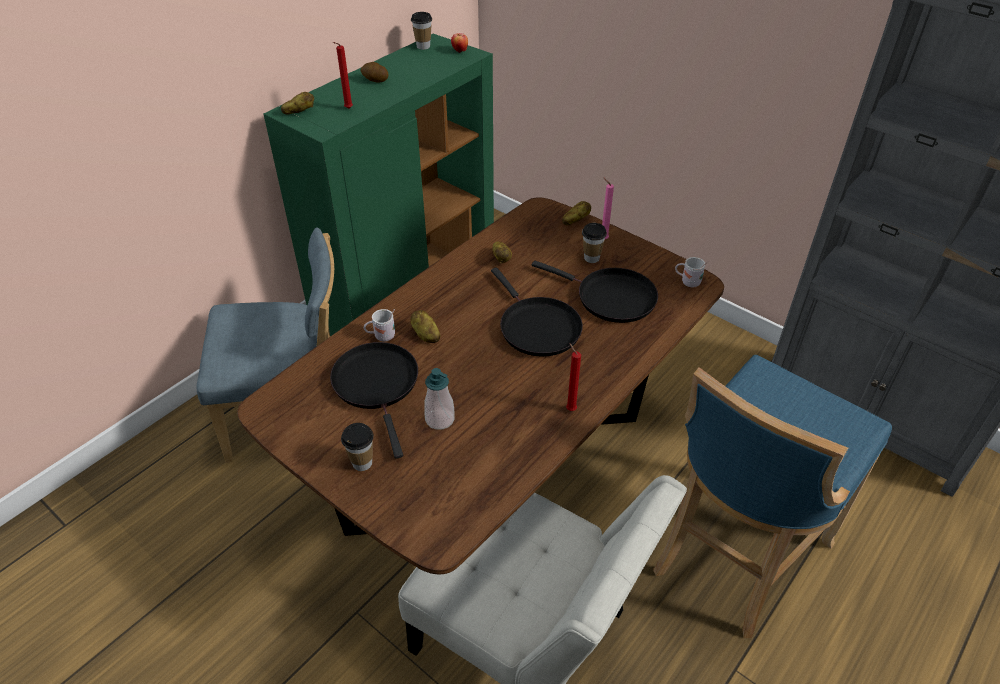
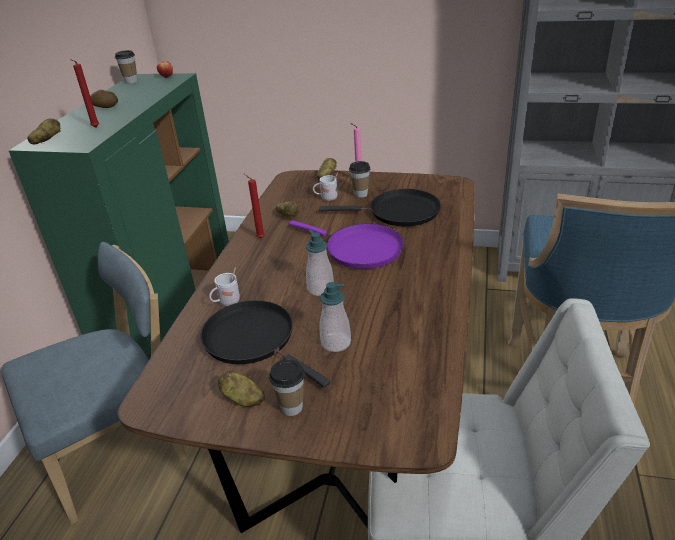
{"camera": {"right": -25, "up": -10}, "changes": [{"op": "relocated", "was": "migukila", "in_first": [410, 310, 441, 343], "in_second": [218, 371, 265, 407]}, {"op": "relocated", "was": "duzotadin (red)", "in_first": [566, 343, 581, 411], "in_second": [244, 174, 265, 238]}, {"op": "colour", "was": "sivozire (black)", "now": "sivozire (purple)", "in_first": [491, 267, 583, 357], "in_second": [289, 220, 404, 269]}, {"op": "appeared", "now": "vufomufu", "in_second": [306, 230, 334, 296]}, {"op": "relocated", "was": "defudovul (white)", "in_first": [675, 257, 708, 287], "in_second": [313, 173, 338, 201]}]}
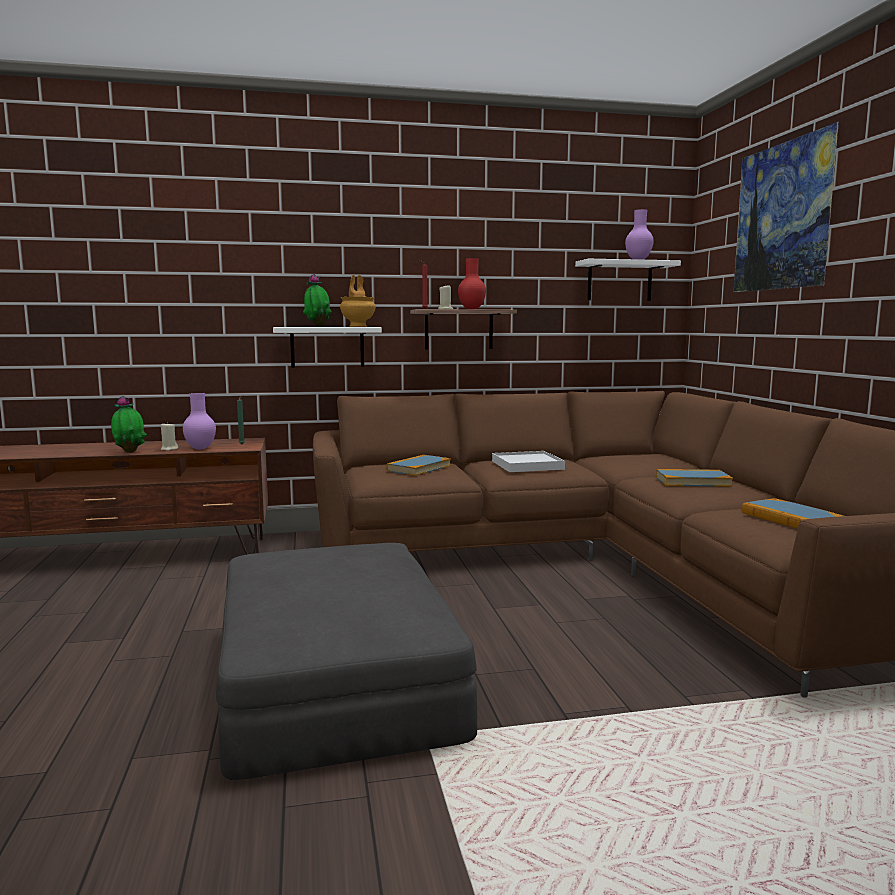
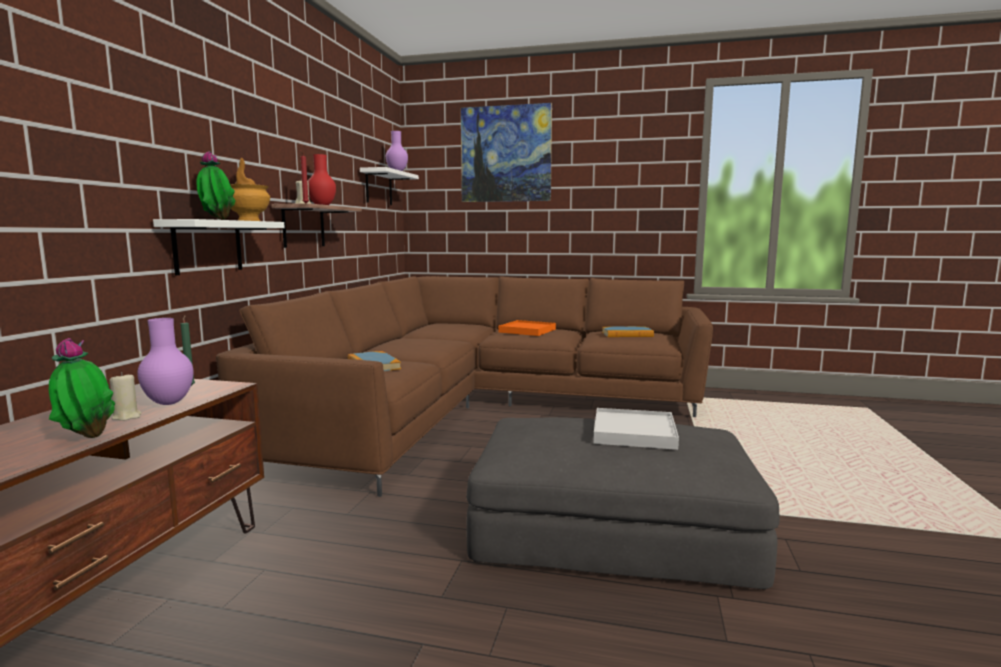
{"camera": {"right": -65, "up": 0}, "changes": [{"op": "exchanged", "was": "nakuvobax", "now": "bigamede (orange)", "in_first": [656, 469, 733, 486], "in_second": [498, 320, 556, 336]}, {"op": "relocated", "was": "bigamede (white)", "in_first": [492, 451, 565, 472], "in_second": [593, 408, 679, 450]}]}
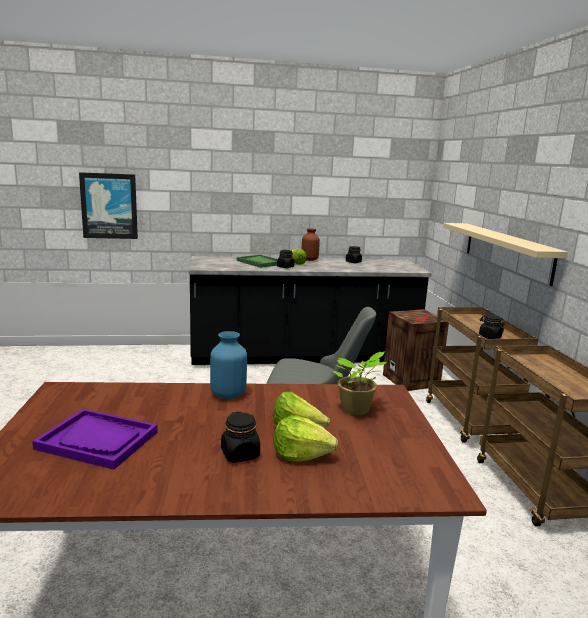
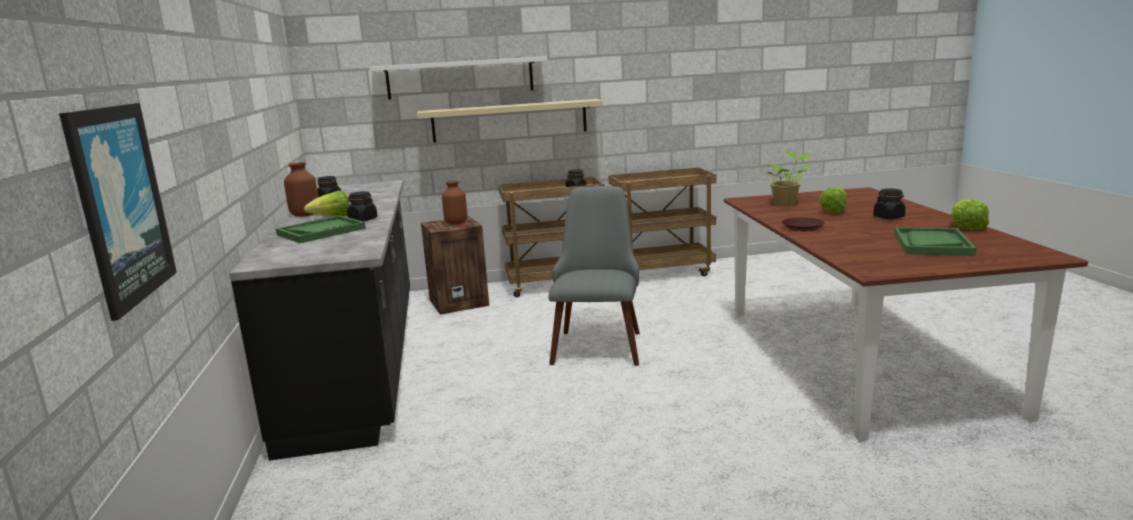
{"camera": {"right": -90, "up": 0}, "changes": [{"op": "appeared", "now": "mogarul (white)", "in_second": [369, 56, 547, 100]}, {"op": "appeared", "now": "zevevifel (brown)", "in_second": [442, 181, 467, 224]}, {"op": "exchanged", "was": "zevevifel (blue)", "now": "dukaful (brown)", "in_first": [210, 331, 247, 399], "in_second": [782, 217, 825, 231]}, {"op": "colour", "was": "bigamede (purple)", "now": "bigamede (green)", "in_first": [32, 409, 157, 470], "in_second": [894, 227, 977, 256]}, {"op": "relocated", "was": "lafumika", "in_first": [273, 415, 338, 462], "in_second": [951, 199, 989, 230]}]}
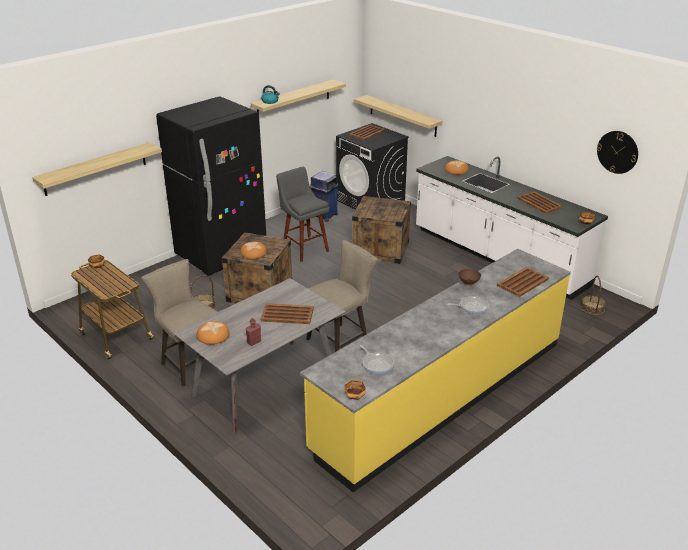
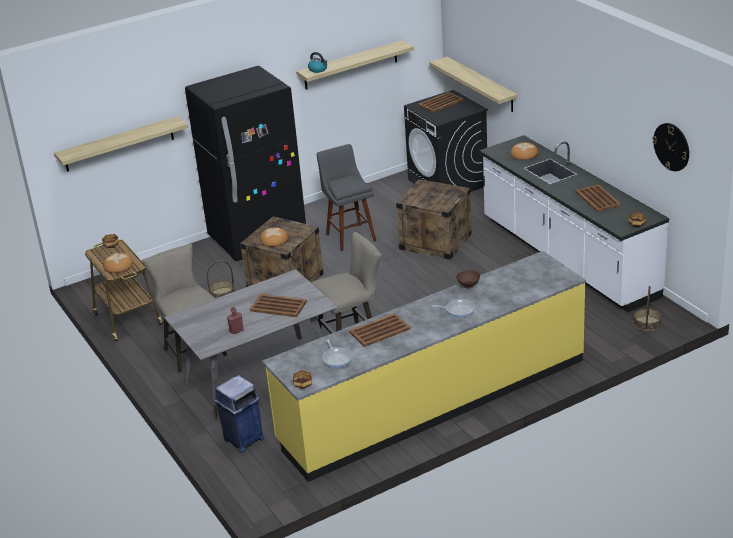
{"camera": {"right": 15, "up": 0}, "changes": [{"op": "relocated", "was": "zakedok", "in_first": [196, 321, 230, 345], "in_second": [103, 253, 133, 273]}, {"op": "relocated", "was": "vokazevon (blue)", "in_first": [310, 171, 339, 222], "in_second": [214, 375, 264, 453]}, {"op": "relocated", "was": "bigamede (brown)", "in_first": [497, 267, 549, 297], "in_second": [349, 313, 411, 347]}]}
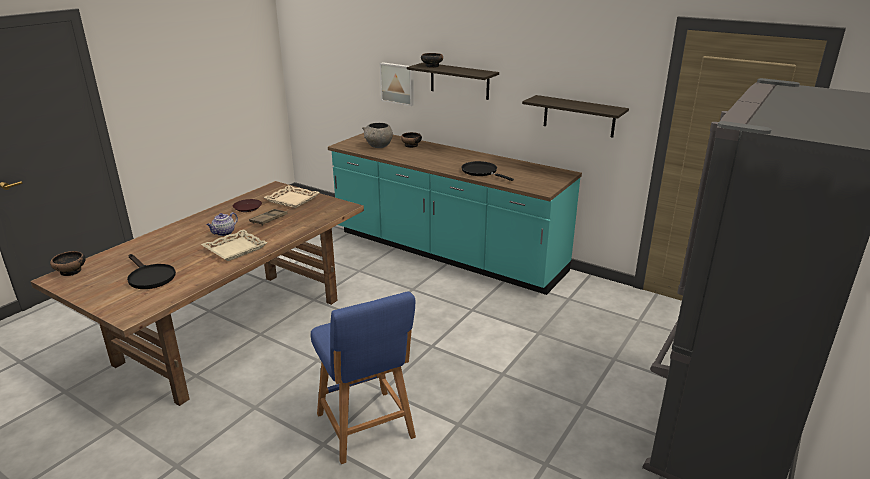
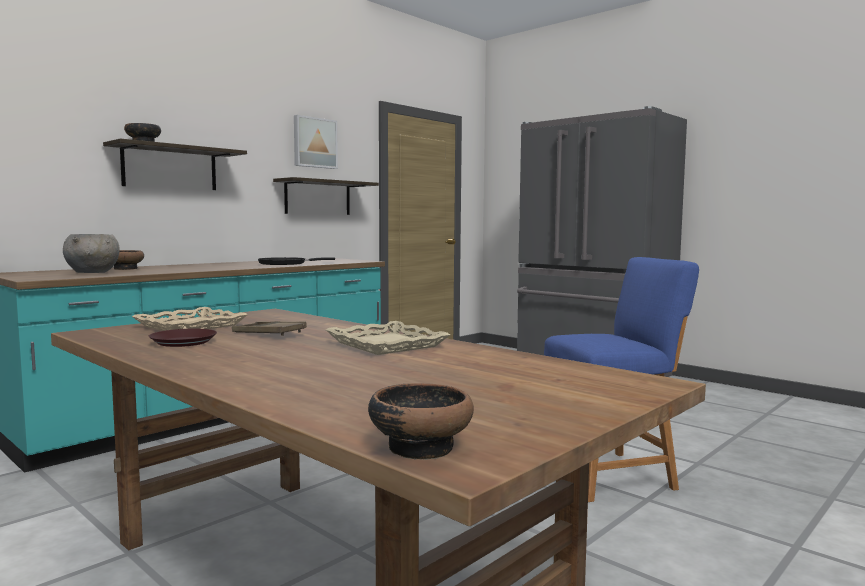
{"camera": {"right": -80, "up": -20}, "changes": [{"op": "relocated", "was": "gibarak", "in_first": [380, 62, 414, 106], "in_second": [294, 115, 338, 169]}, {"op": "missing", "was": "sivozire (black)", "in_first": [127, 254, 176, 289]}, {"op": "missing", "was": "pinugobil", "in_first": [206, 212, 238, 236]}]}
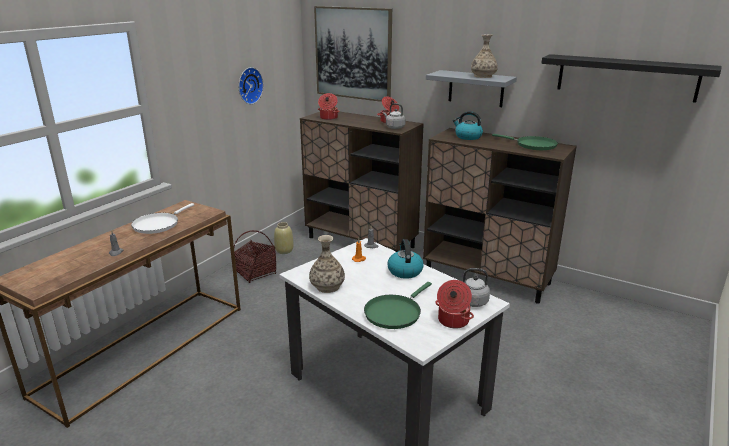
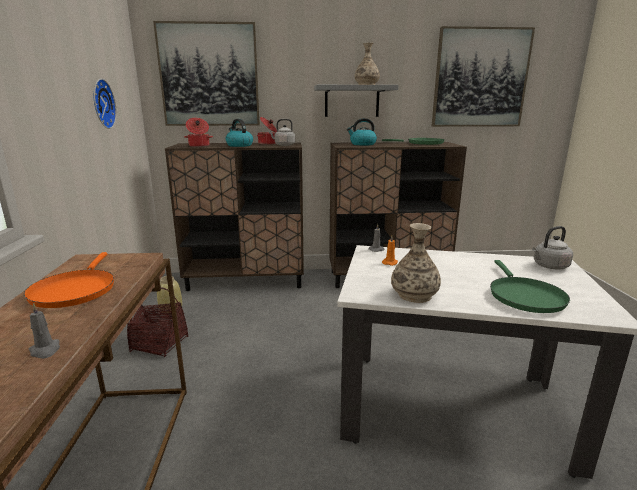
{"camera": {"right": -35, "up": -5}, "changes": [{"op": "colour", "was": "sivozire (white)", "now": "sivozire (orange)", "in_first": [131, 203, 194, 234], "in_second": [24, 252, 114, 308]}, {"op": "relocated", "was": "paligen", "in_first": [388, 239, 424, 279], "in_second": [226, 119, 253, 147]}, {"op": "exchanged", "was": "mogarul (black)", "now": "gibarak", "in_first": [541, 54, 722, 103], "in_second": [432, 26, 535, 127]}, {"op": "missing", "was": "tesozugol", "in_first": [435, 280, 474, 328]}]}
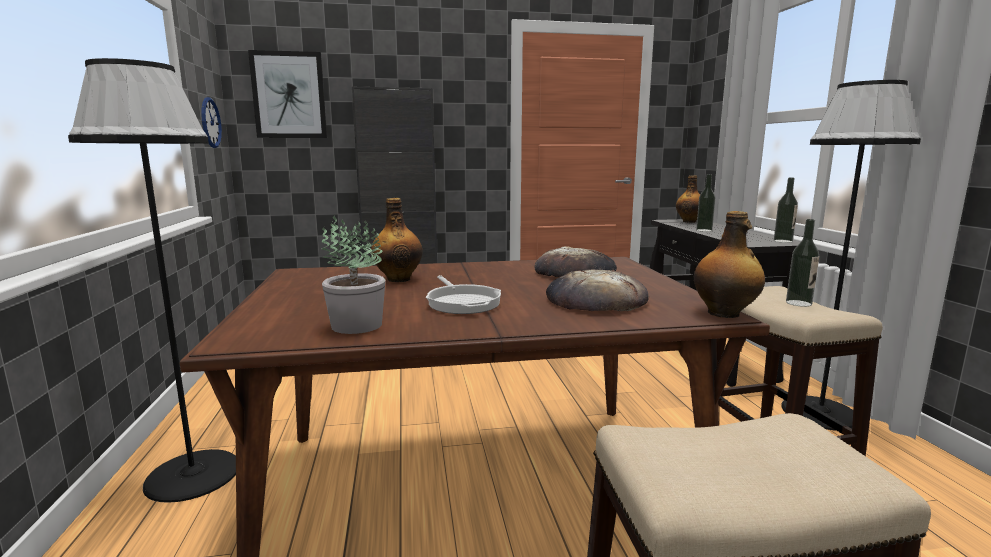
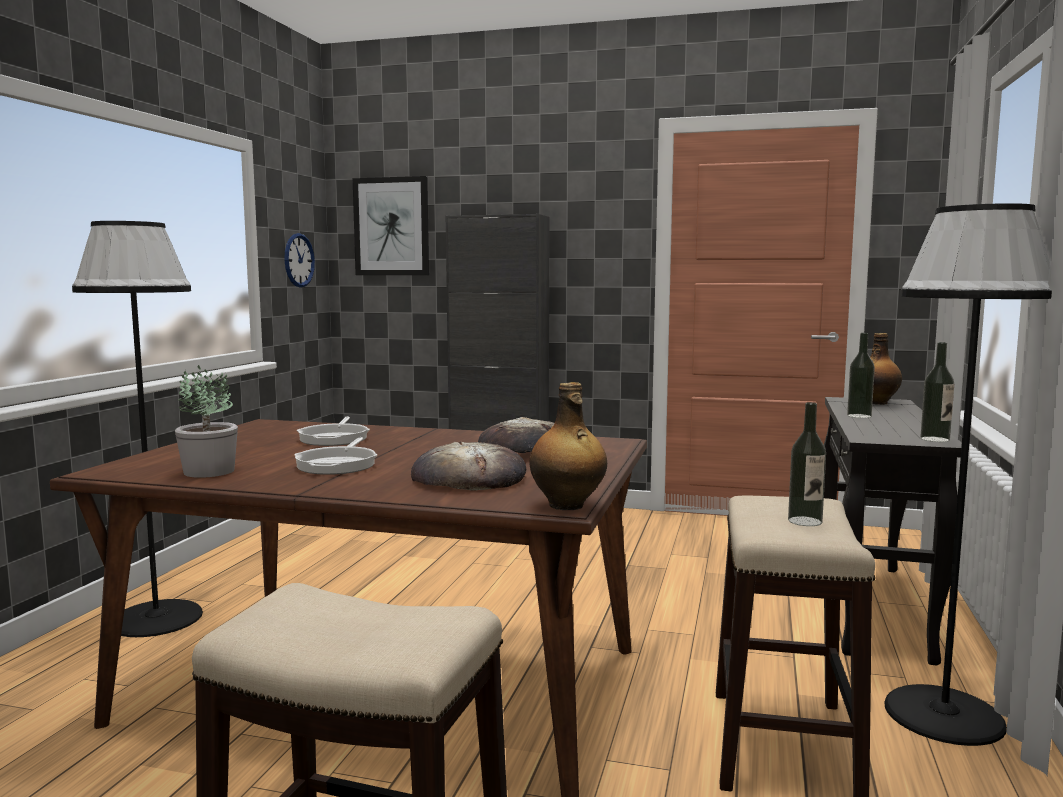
{"camera": {"right": 25, "up": -5}, "changes": [{"op": "exchanged", "was": "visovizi", "now": "sivozire", "in_first": [371, 198, 423, 282], "in_second": [297, 416, 370, 446]}]}
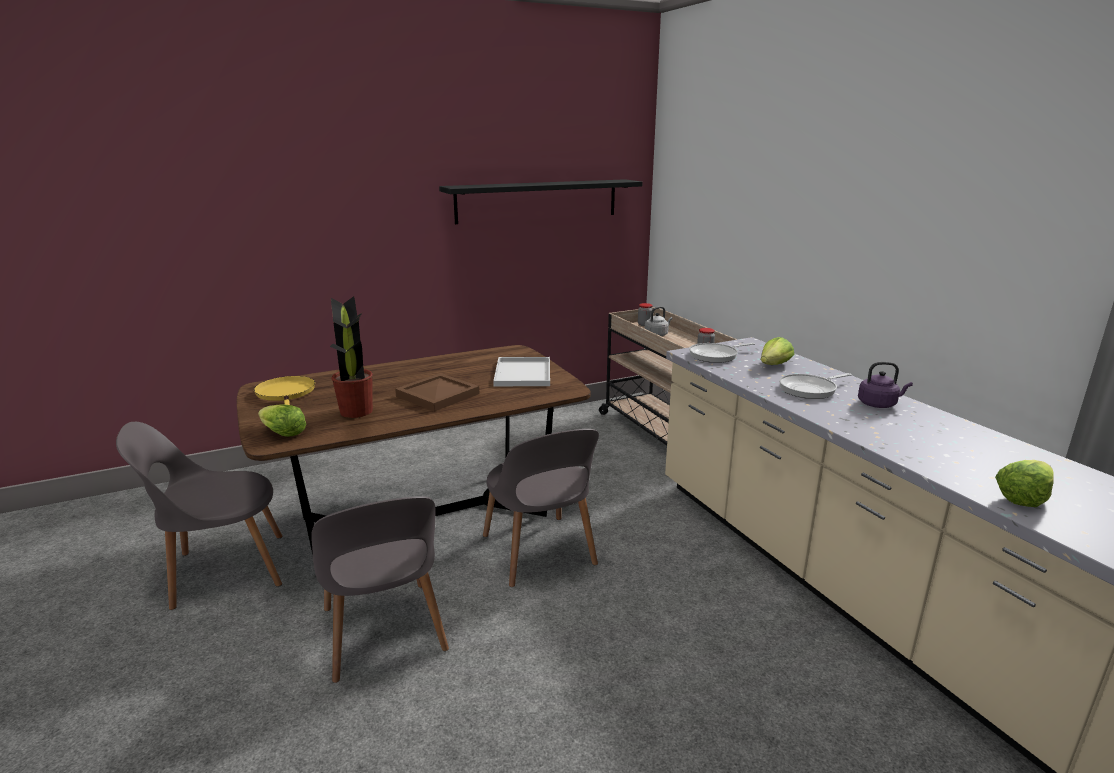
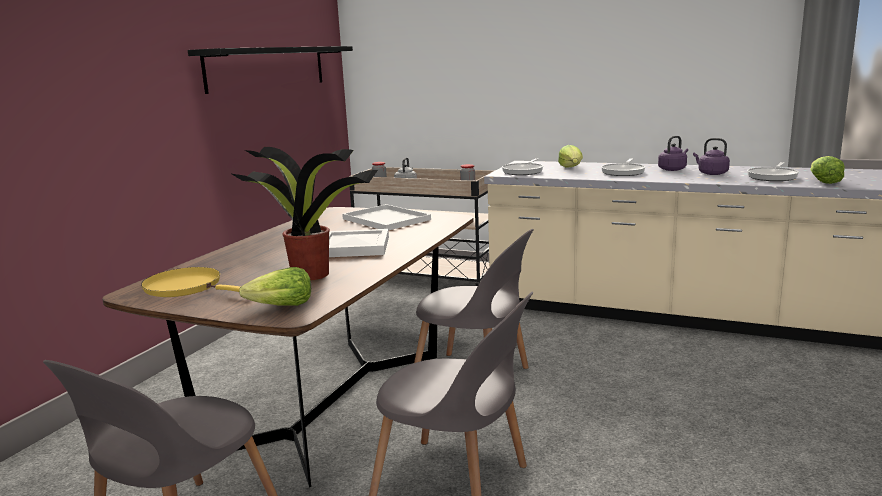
{"camera": {"right": -40, "up": -5}, "changes": [{"op": "colour", "was": "bigamede (brown)", "now": "bigamede (white)", "in_first": [395, 373, 479, 412], "in_second": [329, 229, 389, 257]}, {"op": "appeared", "now": "paligen (purple)", "in_second": [693, 138, 730, 175]}, {"op": "appeared", "now": "sivozire", "in_second": [747, 162, 799, 181]}]}
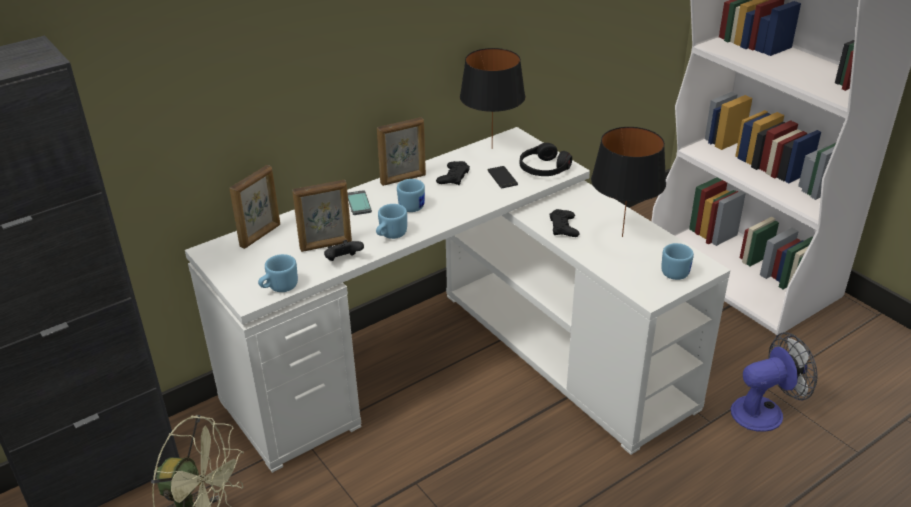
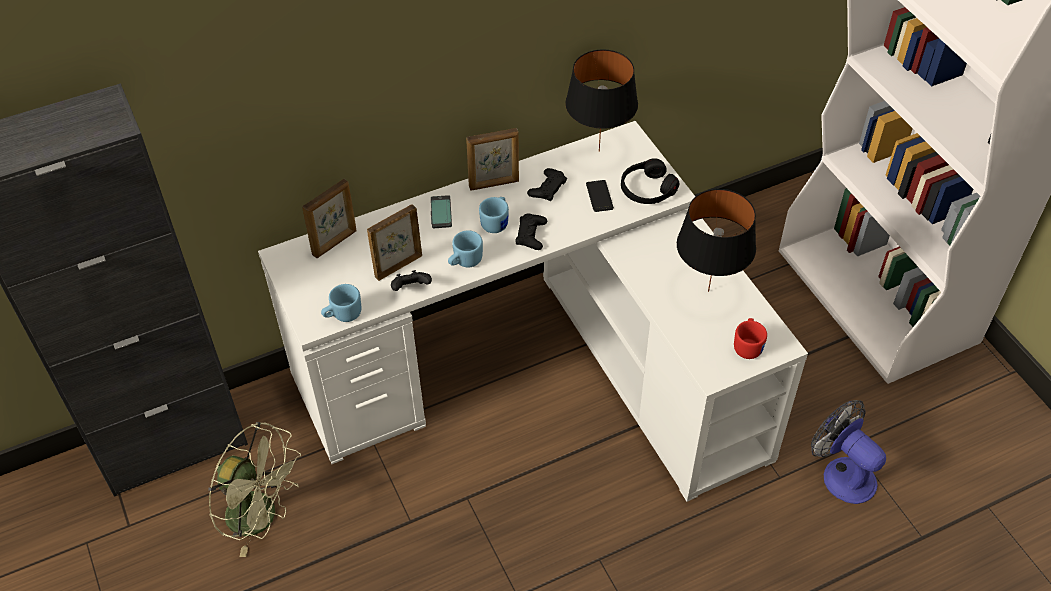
{"camera": {"right": 10, "up": 15}, "changes": [{"op": "spun", "was": "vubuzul", "in_first": [292, 180, 352, 252], "in_second": [367, 204, 422, 281], "clockwise": 150}, {"op": "relocated", "was": "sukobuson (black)", "in_first": [550, 209, 580, 237], "in_second": [515, 213, 547, 250]}, {"op": "colour", "was": "defudovul (blue)", "now": "defudovul (red)", "in_first": [661, 243, 694, 280], "in_second": [734, 318, 767, 359]}, {"op": "spun", "was": "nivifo", "in_first": [731, 332, 818, 432], "in_second": [811, 400, 886, 504], "clockwise": -120}]}
